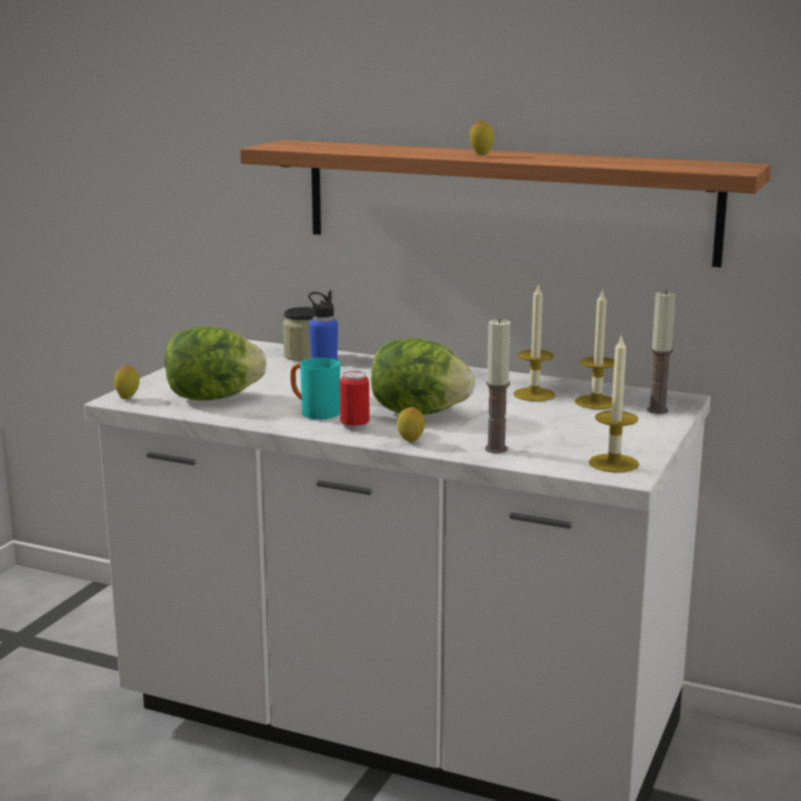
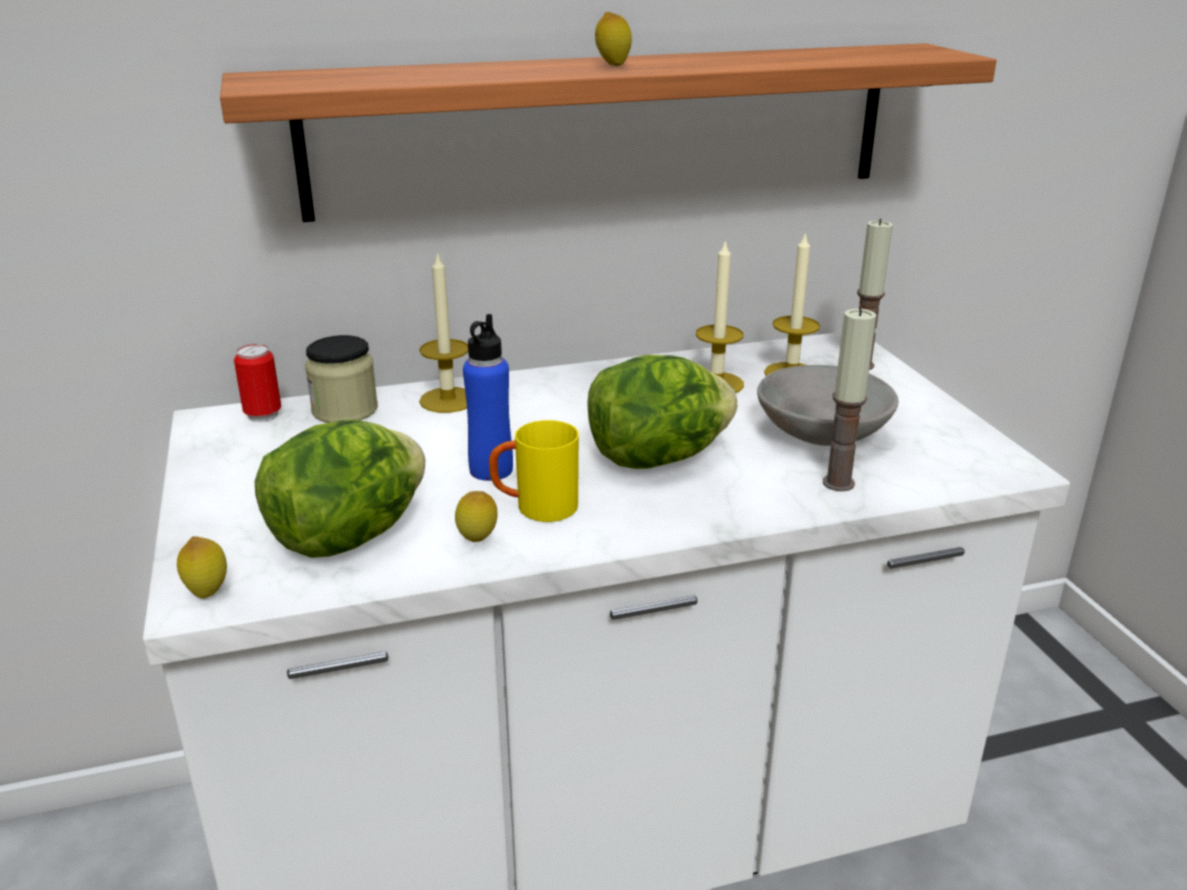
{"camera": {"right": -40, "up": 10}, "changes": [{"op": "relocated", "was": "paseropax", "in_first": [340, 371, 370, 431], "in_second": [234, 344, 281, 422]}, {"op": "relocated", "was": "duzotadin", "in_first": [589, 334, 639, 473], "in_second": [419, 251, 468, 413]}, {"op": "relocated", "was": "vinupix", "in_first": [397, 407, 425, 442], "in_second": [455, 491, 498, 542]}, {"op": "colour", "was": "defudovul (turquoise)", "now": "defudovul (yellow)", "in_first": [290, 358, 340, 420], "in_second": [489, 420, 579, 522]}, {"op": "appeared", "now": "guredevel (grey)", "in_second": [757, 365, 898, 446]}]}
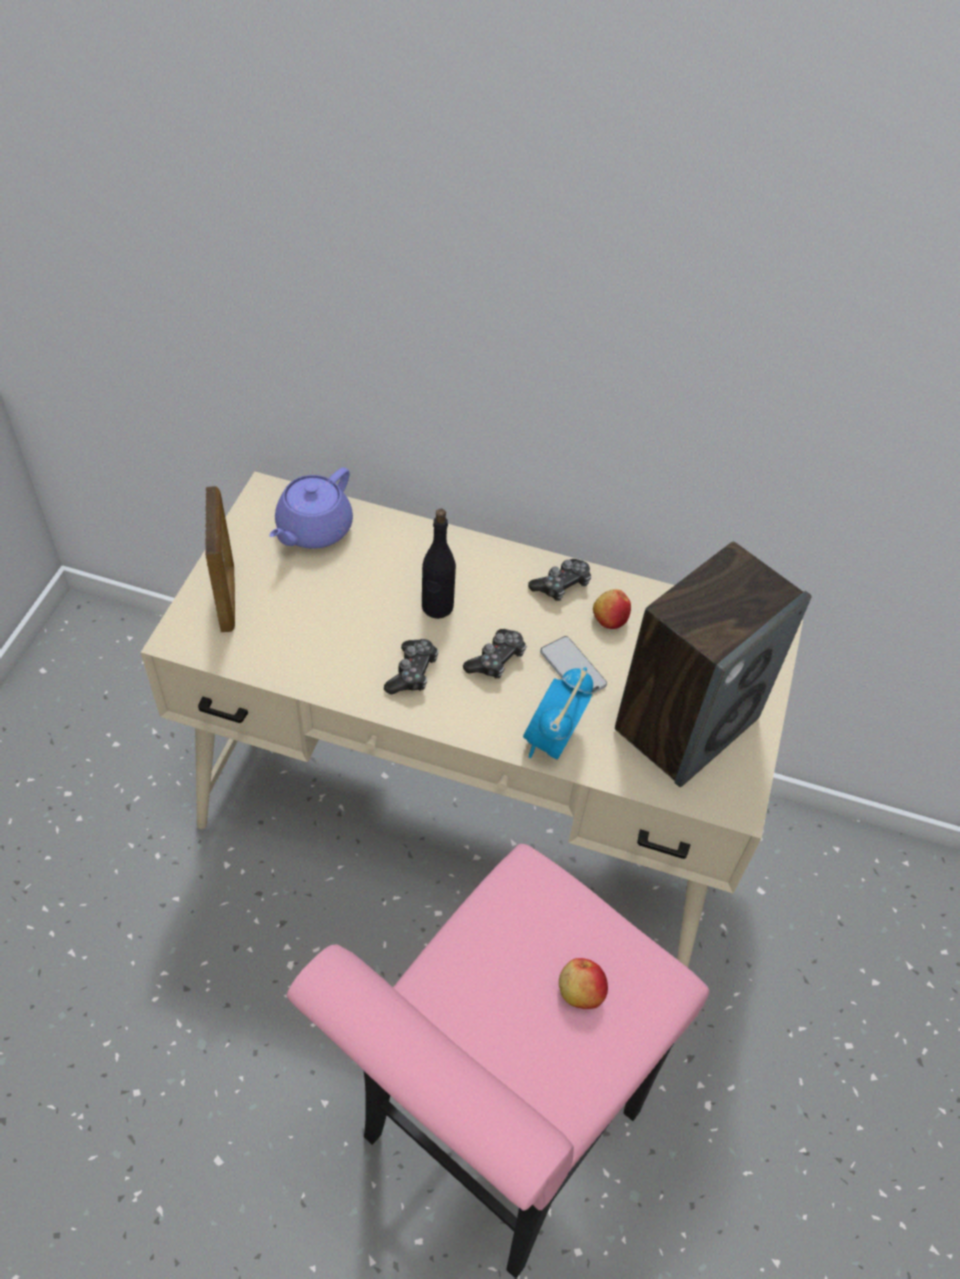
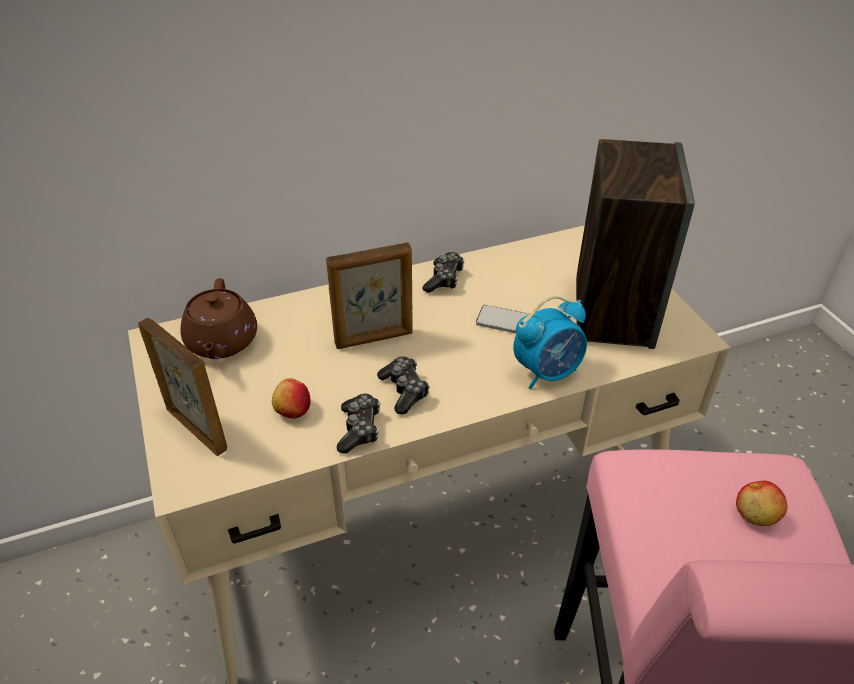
{"camera": {"right": -35, "up": -10}, "changes": [{"op": "colour", "was": "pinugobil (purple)", "now": "pinugobil (brown)", "in_first": [269, 467, 353, 549], "in_second": [180, 278, 257, 359]}, {"op": "relocated", "was": "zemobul", "in_first": [593, 589, 631, 629], "in_second": [272, 378, 311, 419]}, {"op": "exchanged", "was": "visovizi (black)", "now": "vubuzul", "in_first": [422, 509, 456, 619], "in_second": [326, 242, 413, 349]}, {"op": "relocated", "was": "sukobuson", "in_first": [463, 629, 526, 679], "in_second": [337, 394, 380, 454]}, {"op": "spun", "was": "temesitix", "in_first": [523, 667, 593, 760], "in_second": [513, 296, 587, 389], "clockwise": -105}]}
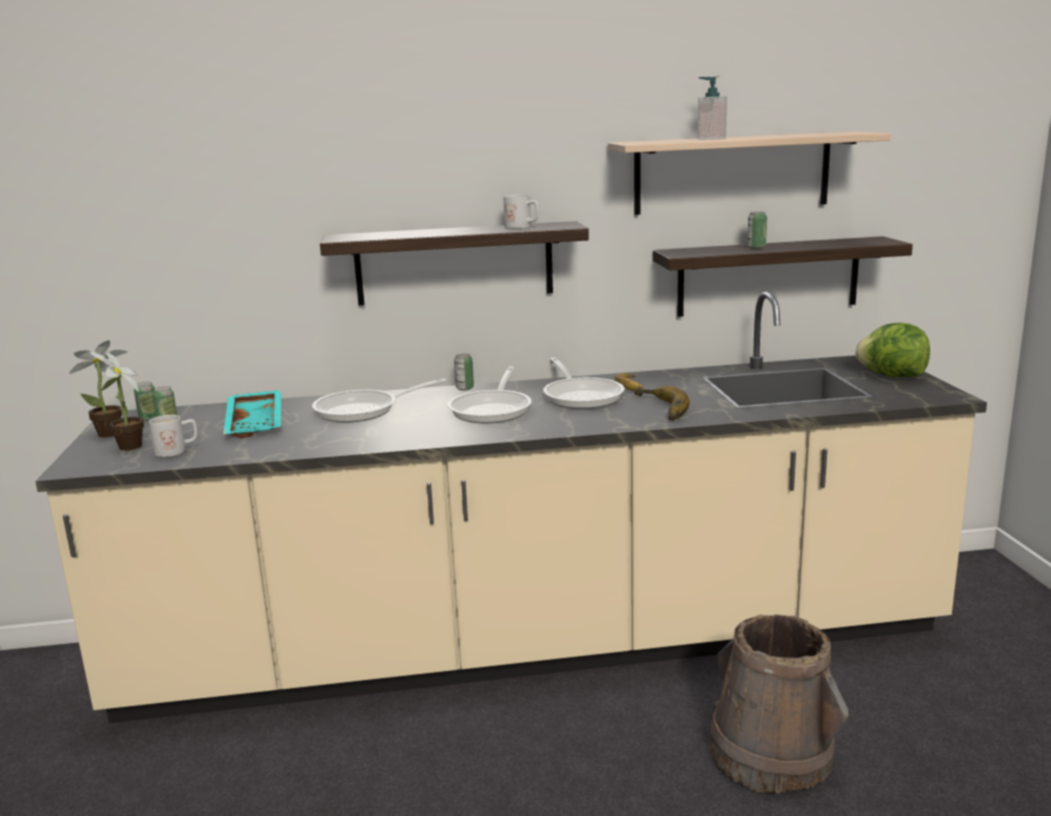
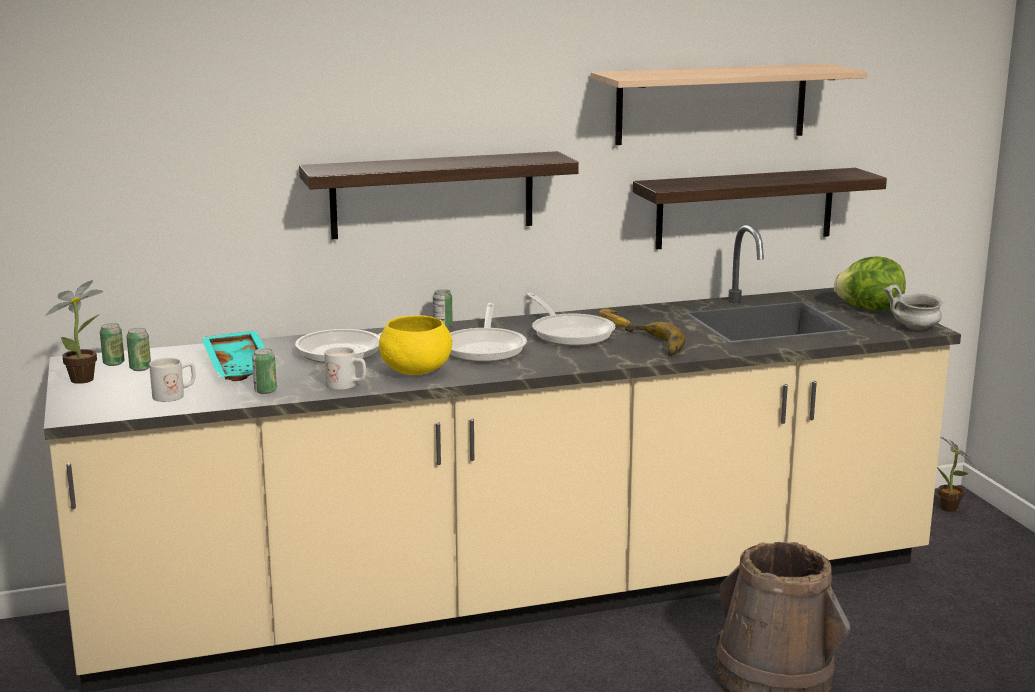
{"camera": {"right": -10, "up": 0}, "changes": [{"op": "relocated", "was": "paseropax", "in_first": [747, 211, 767, 249], "in_second": [252, 348, 277, 394]}, {"op": "relocated", "was": "defudovul (white)", "in_first": [503, 195, 539, 229], "in_second": [324, 347, 366, 390]}, {"op": "appeared", "now": "guredevel (yellow)", "in_second": [379, 315, 452, 375]}, {"op": "appeared", "now": "guredevel (grey)", "in_second": [884, 285, 942, 330]}, {"op": "relocated", "was": "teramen", "in_first": [89, 351, 144, 450], "in_second": [937, 436, 975, 512]}, {"op": "missing", "was": "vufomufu", "in_first": [697, 76, 727, 140]}]}
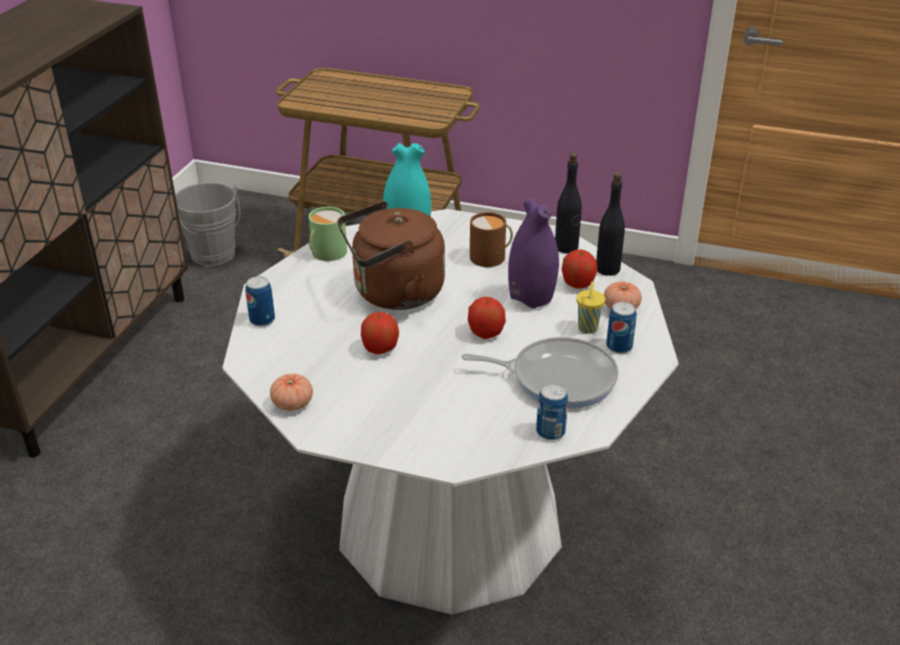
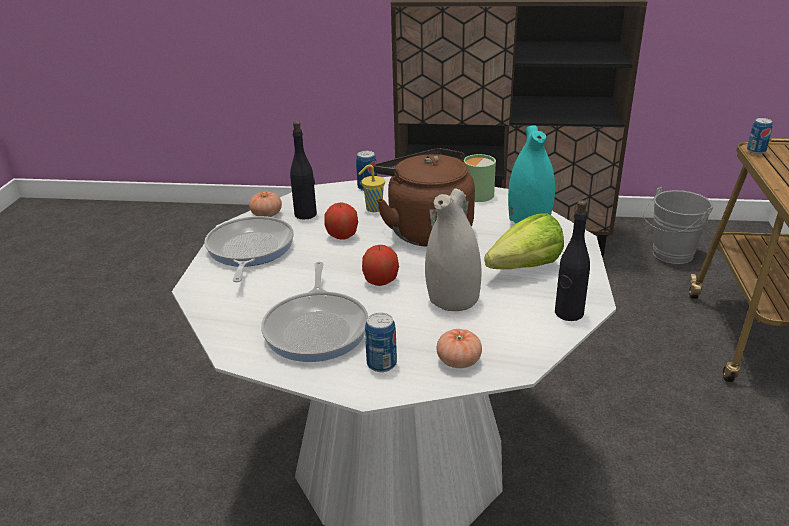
{"camera": {"right": 80, "up": -5}, "changes": [{"op": "appeared", "now": "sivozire", "in_second": [204, 216, 294, 282]}, {"op": "relocated", "was": "visovizi (black)", "in_first": [596, 173, 625, 276], "in_second": [290, 121, 317, 219]}, {"op": "relocated", "was": "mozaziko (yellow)", "in_first": [576, 282, 605, 334], "in_second": [358, 165, 385, 212]}, {"op": "colour", "was": "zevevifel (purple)", "now": "zevevifel (white)", "in_first": [508, 198, 559, 308], "in_second": [425, 188, 482, 311]}, {"op": "exchanged", "was": "defudovul (brown)", "now": "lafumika", "in_first": [470, 212, 513, 267], "in_second": [484, 213, 564, 269]}, {"op": "relocated", "was": "paseropax", "in_first": [536, 384, 568, 440], "in_second": [747, 118, 773, 154]}, {"op": "missing", "was": "zemobul", "in_first": [562, 249, 597, 289]}]}
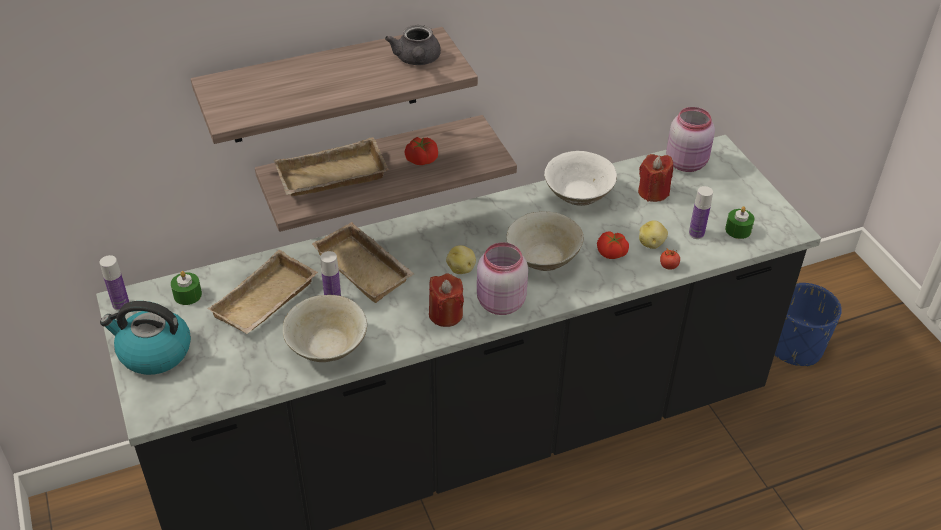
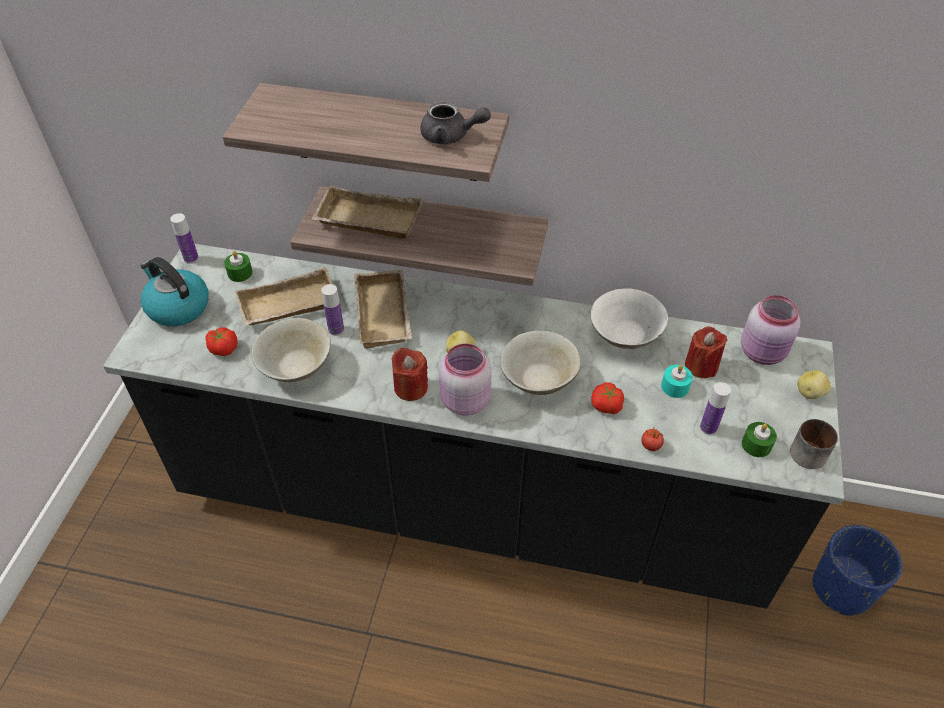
{"camera": {"right": 35, "up": 5}, "changes": [{"op": "relocated", "was": "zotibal", "in_first": [405, 137, 438, 165], "in_second": [205, 328, 238, 356]}, {"op": "spun", "was": "pinugobil (grey)", "in_first": [385, 25, 441, 65], "in_second": [420, 101, 491, 144], "clockwise": -105}, {"op": "appeared", "now": "duzotadin (turquoise)", "in_second": [661, 365, 693, 398]}, {"op": "appeared", "now": "defudovul", "in_second": [790, 419, 838, 469]}, {"op": "relocated", "was": "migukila", "in_first": [639, 220, 668, 249], "in_second": [797, 370, 831, 399]}]}
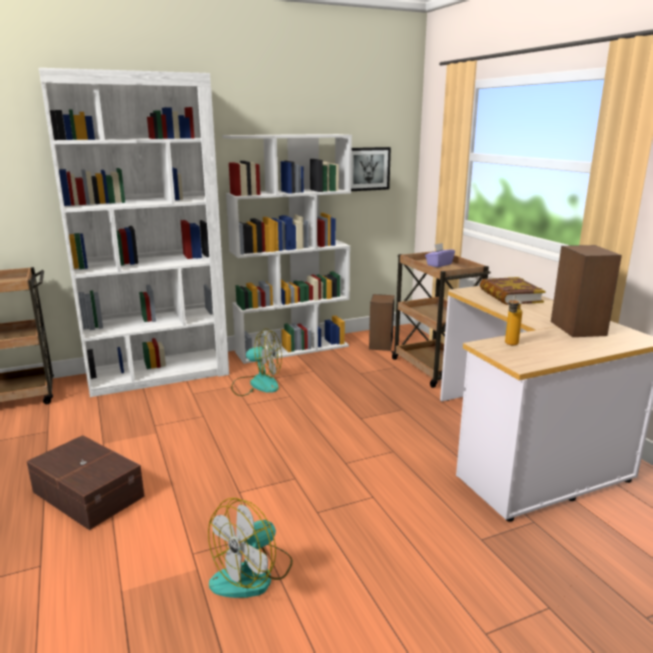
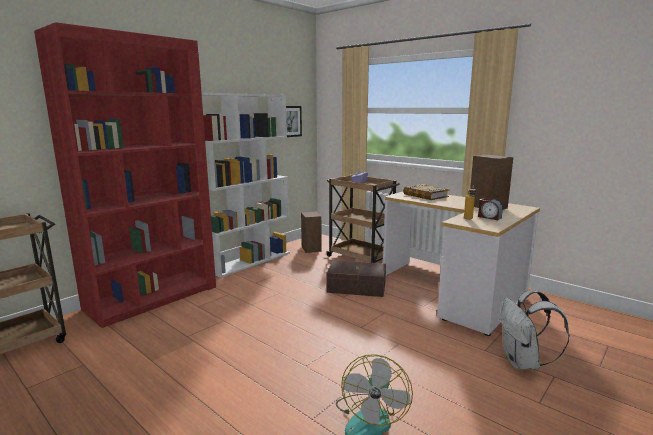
{"camera": {"right": -25, "up": -5}, "changes": [{"op": "colour", "was": "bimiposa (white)", "now": "bimiposa (red)", "in_first": [38, 68, 229, 397], "in_second": [34, 22, 216, 328]}, {"op": "relocated", "was": "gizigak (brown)", "in_first": [27, 435, 145, 530], "in_second": [327, 260, 386, 297]}, {"op": "appeared", "now": "temesitix", "in_second": [478, 198, 503, 220]}, {"op": "appeared", "now": "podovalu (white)", "in_second": [500, 290, 570, 370]}, {"op": "missing", "was": "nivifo", "in_first": [231, 329, 282, 396]}]}
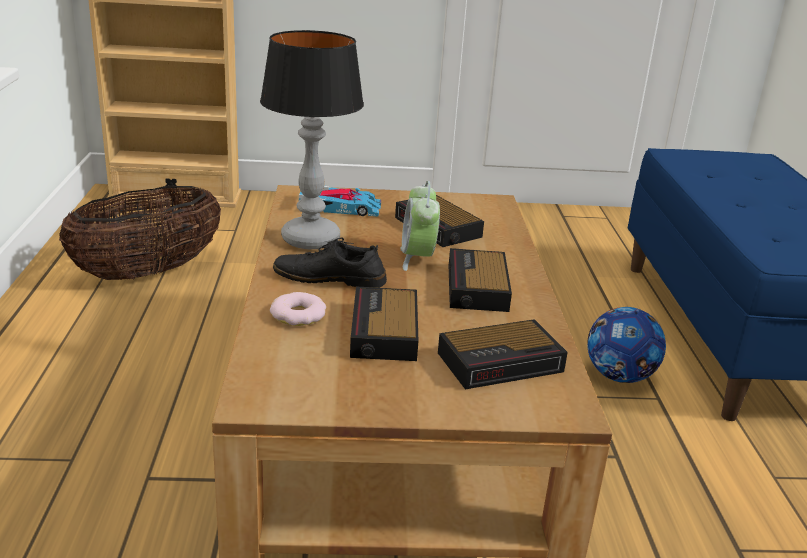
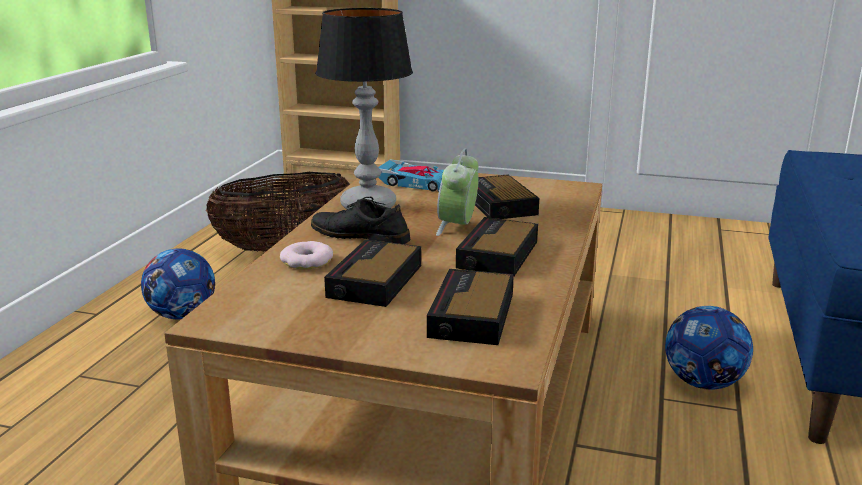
{"camera": {"right": 20, "up": -5}, "changes": [{"op": "appeared", "now": "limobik", "in_second": [141, 248, 215, 319]}, {"op": "spun", "was": "temesitix", "in_first": [438, 319, 568, 389], "in_second": [427, 269, 514, 345], "clockwise": 105}]}
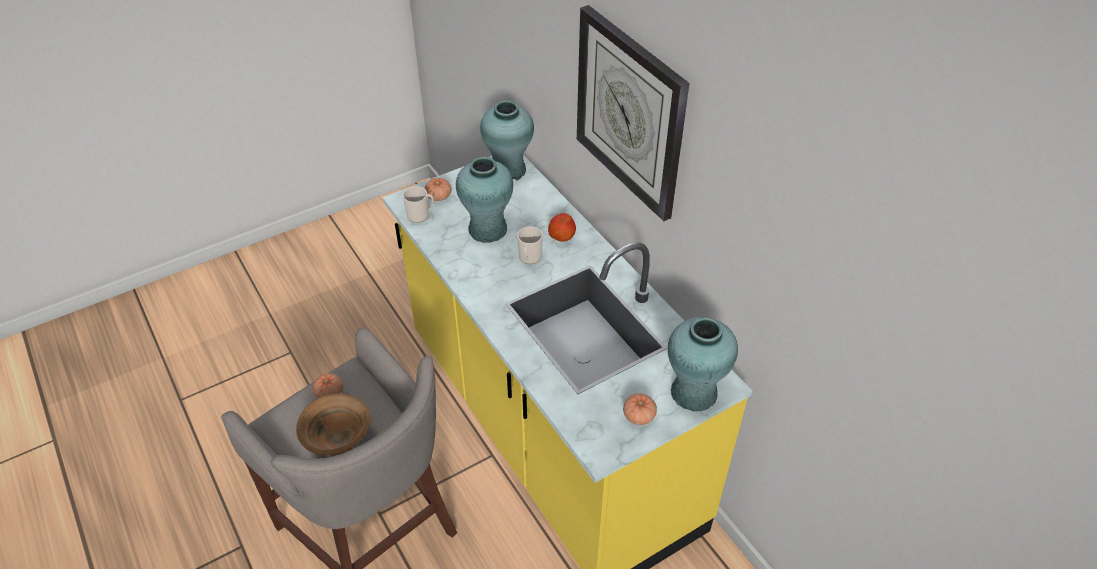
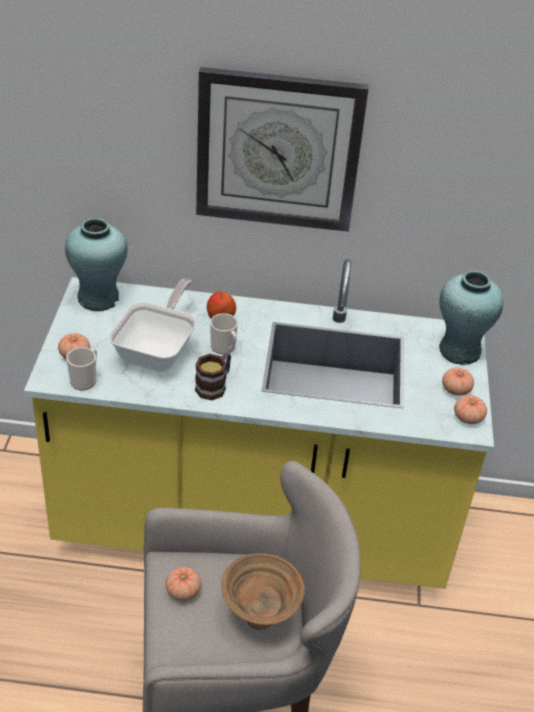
{"camera": {"right": -55, "up": -5}, "changes": [{"op": "exchanged", "was": "zevevifel (turquoise)", "now": "sivozire", "in_first": [456, 157, 513, 243], "in_second": [109, 279, 197, 372]}, {"op": "appeared", "now": "defudovul", "in_second": [195, 352, 231, 400]}, {"op": "appeared", "now": "zotibal", "in_second": [454, 395, 487, 424]}]}
